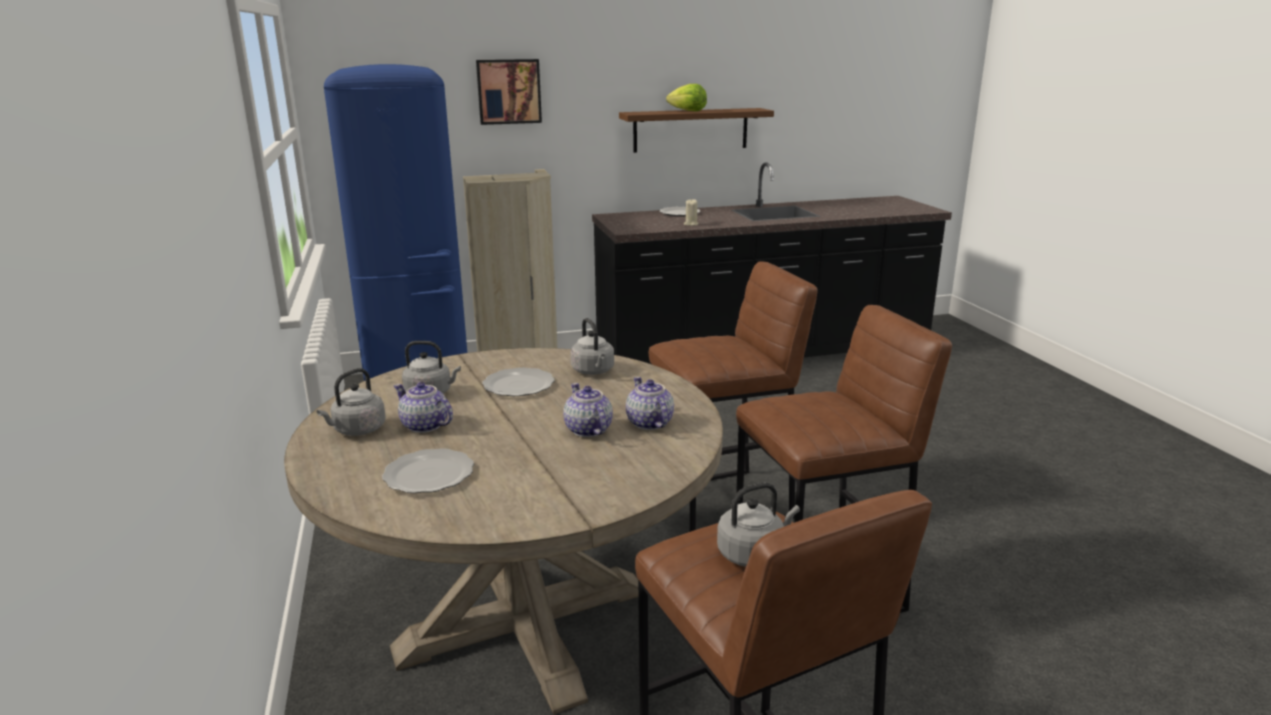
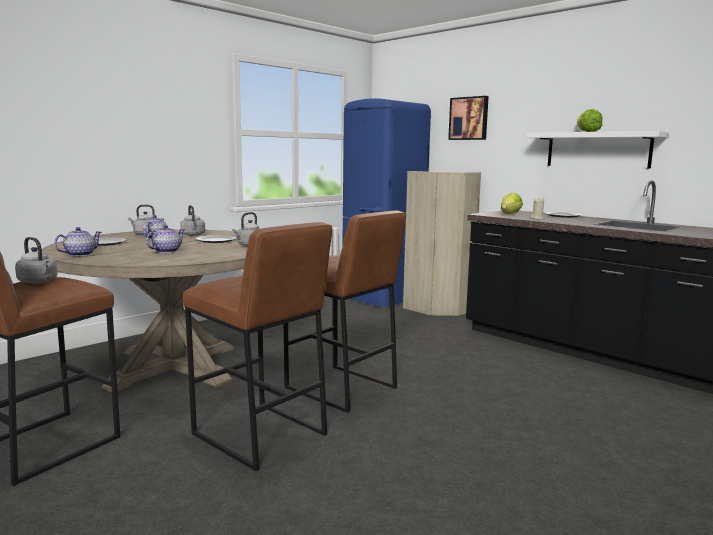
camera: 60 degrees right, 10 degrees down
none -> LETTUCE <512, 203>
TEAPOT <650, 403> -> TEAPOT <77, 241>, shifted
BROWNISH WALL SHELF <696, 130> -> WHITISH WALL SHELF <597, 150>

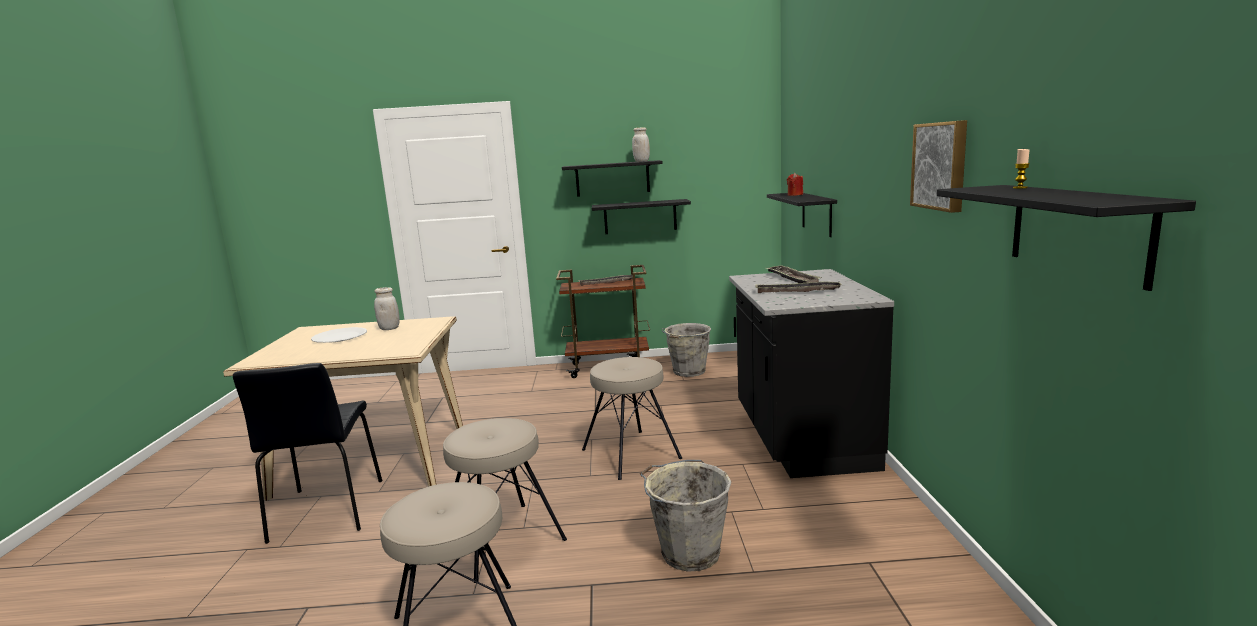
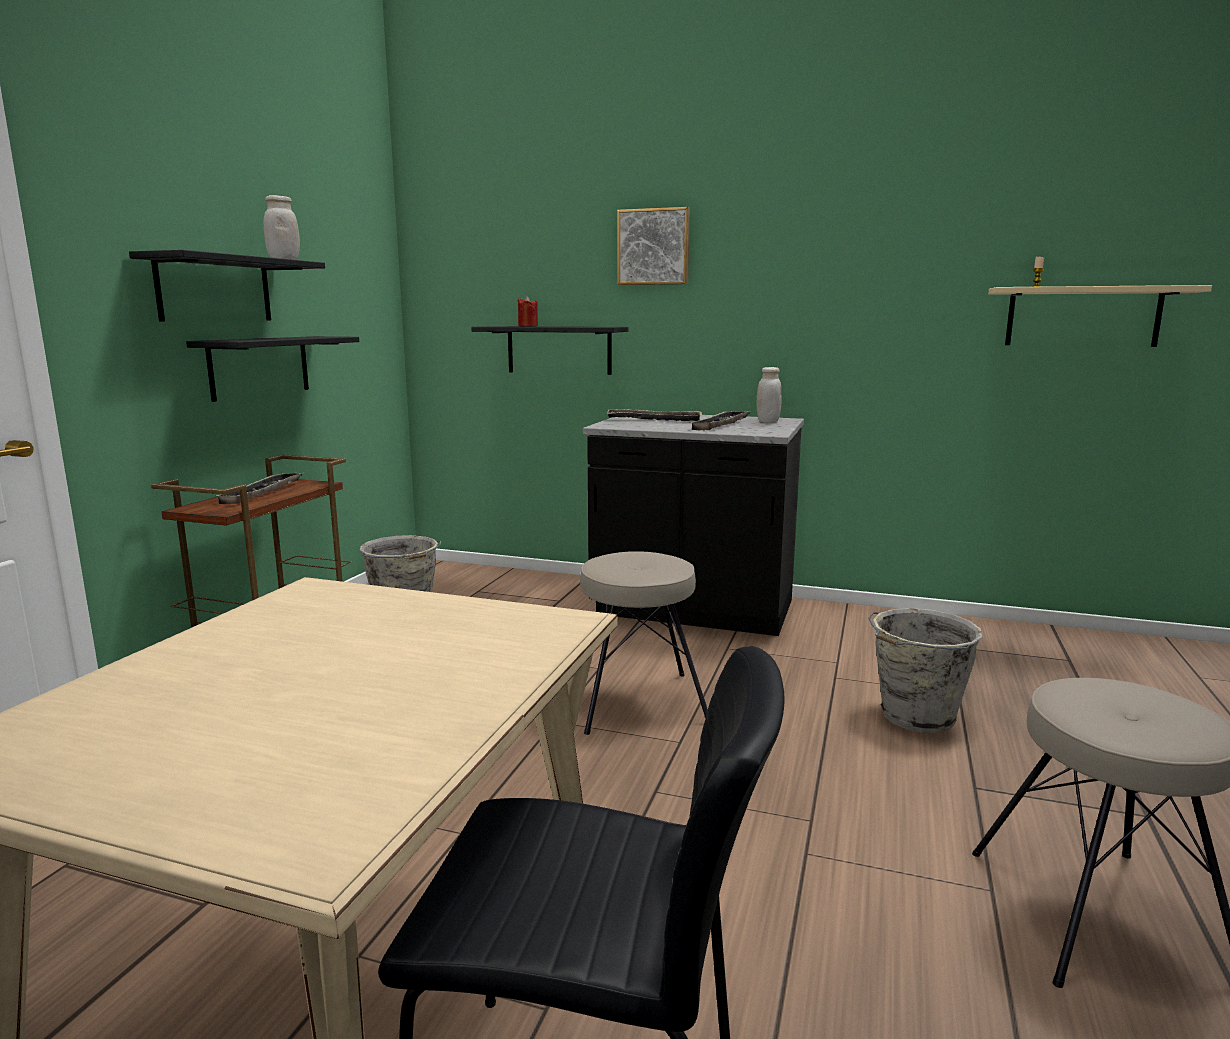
camera: 70 degrees left, 0 degrees up
WHITISH DINNER PLATE <339, 335> -> none
BEIGE STOOL SEAT <505, 500> -> none
WHITISH JAR <387, 308> -> WHITISH JAR <769, 395>, shifted
WALL PICTURE <938, 166> -> WALL PICTURE <653, 246>, shifted
BLACK WALL SHELF <1066, 238> -> BEIGE WALL SHELF <1100, 316>

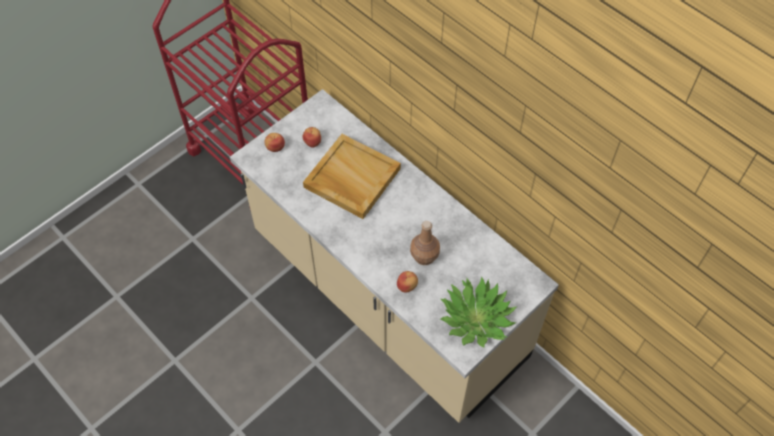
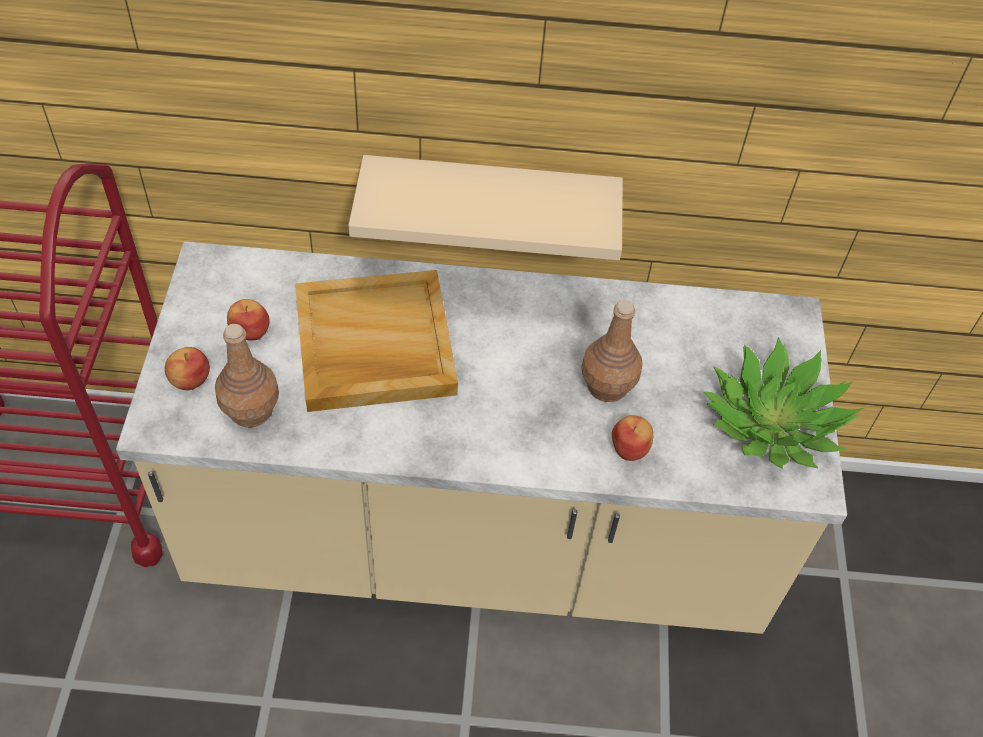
camera: 45 degrees left, 5 degrees down
none -> BROWNISH DRINK BOTTLE <247, 376>
none -> BEIGE WALL SHELF <485, 207>

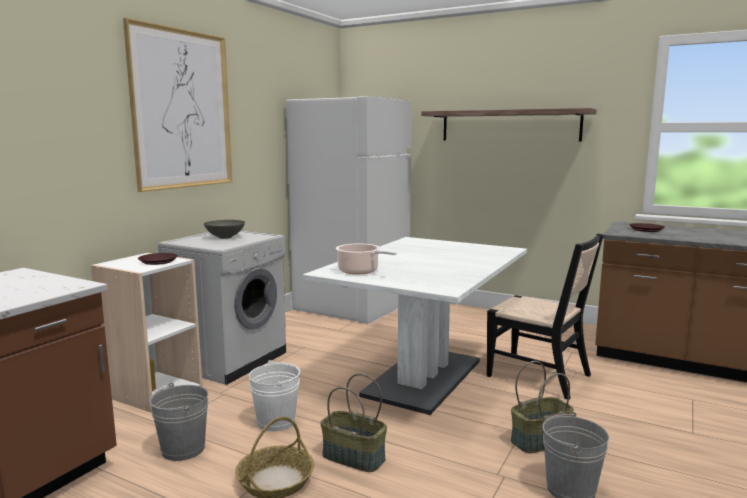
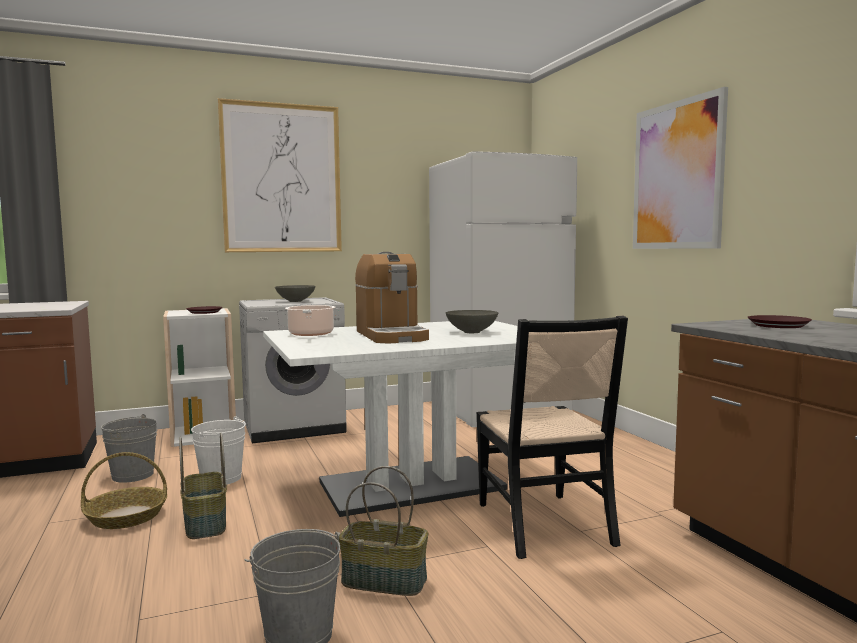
camera: 40 degrees right, 5 degrees down
none -> COFFEE BREWER <392, 298>
none -> GRAY BOWL <472, 321>
WALL SHELF <508, 124> -> WALL PICTURE <680, 168>

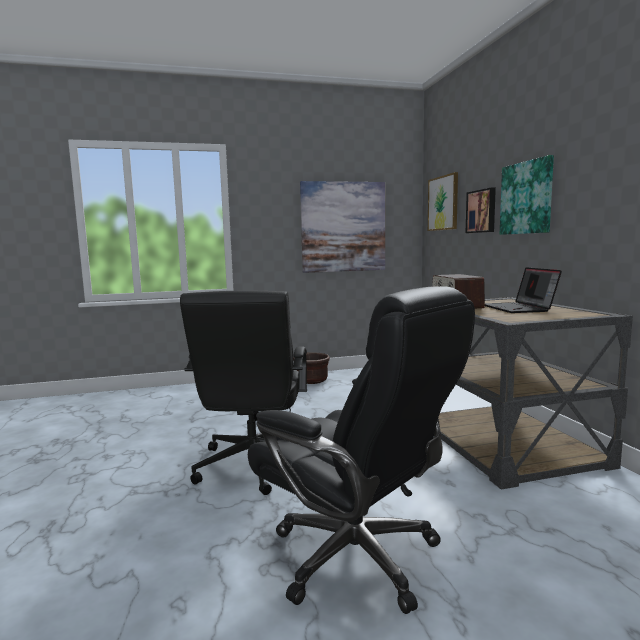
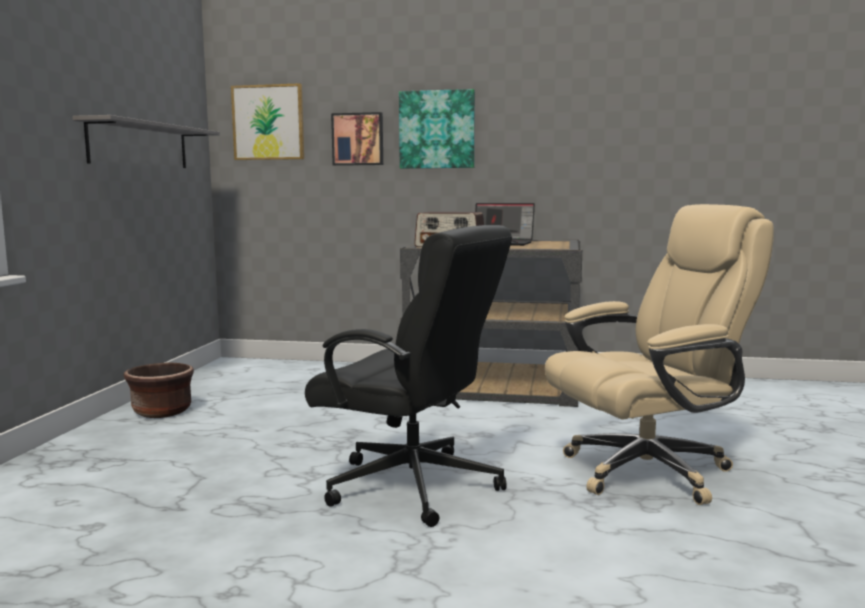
camera: 65 degrees left, 0 degrees up
WALL PICTURE <342, 227> -> GRAY WALL SHELF <146, 141>
BLACK COMPUTER CHAIR <361, 450> -> BEIGE COMPUTER CHAIR <659, 354>

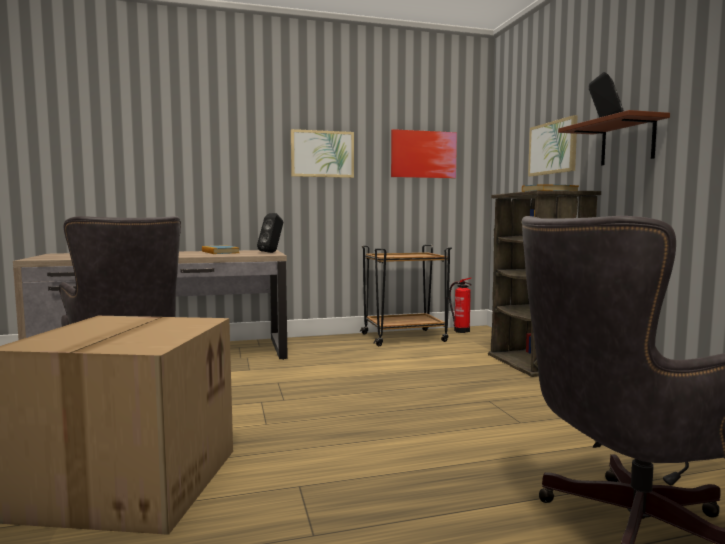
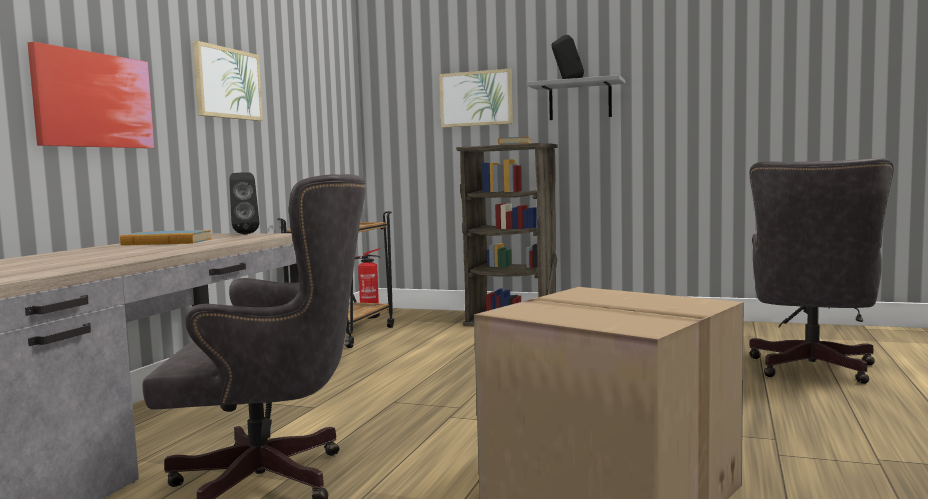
camera: 55 degrees left, 0 degrees up
WALL PICTURE <424, 153> -> WALL PICTURE <91, 95>, shifted
BROWNISH WALL SHELF <614, 138> -> GRAY WALL SHELF <576, 97>

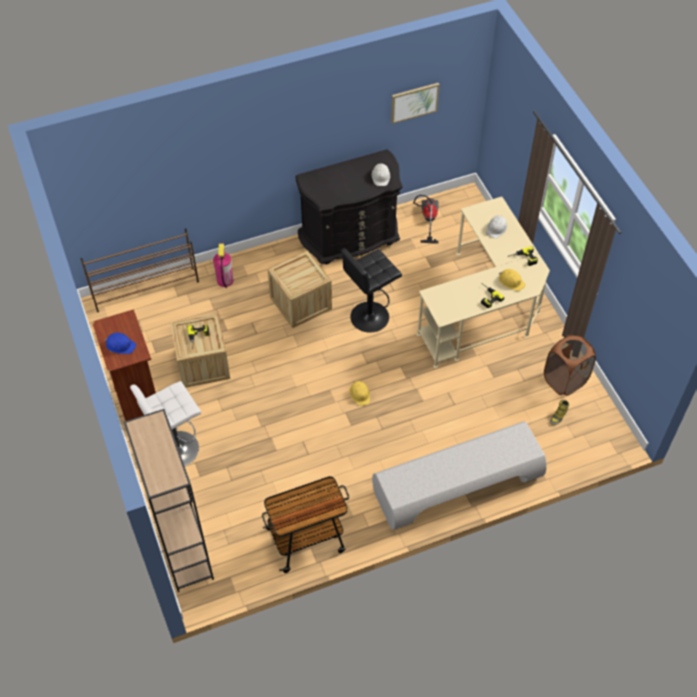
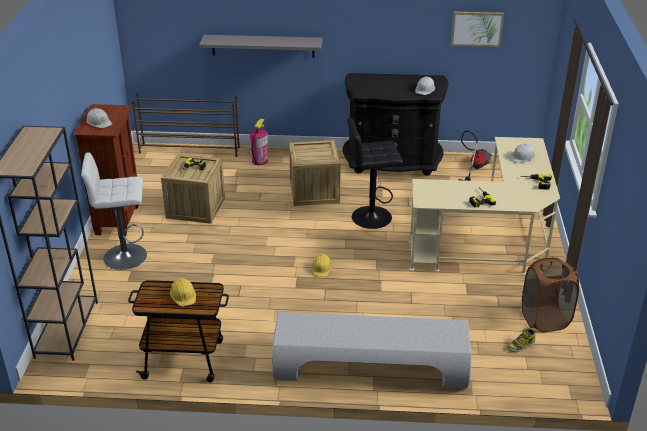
camera: 25 degrees right, 20 degrees down
none -> GRAY WALL SHELF <260, 46>
YELLOW-COLOURED HARD HAT <512, 280> -> YELLOW-COLOURED HARD HAT <183, 292>, shifted
BLUE HARD HAT <120, 343> -> WHITISH HARD HAT <99, 118>

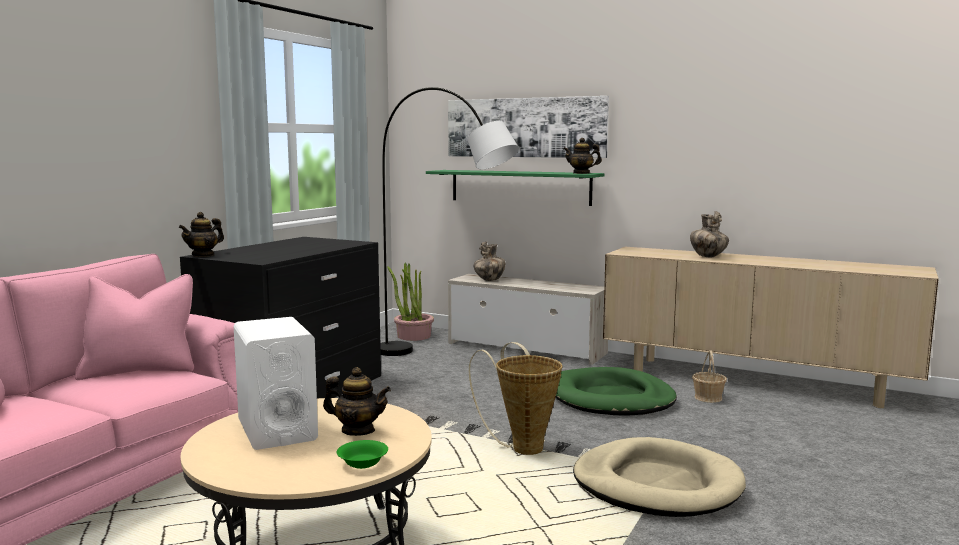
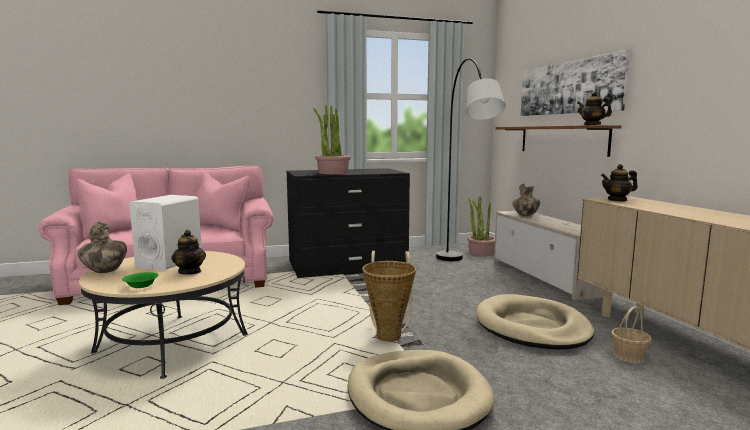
camera: 45 degrees right, 0 degrees up
none -> POTTED PLANT <332, 139>
TEAPOT <201, 234> -> TEAPOT <619, 182>, shifted
FLOWER VASE <709, 234> -> FLOWER VASE <102, 247>, shifted
GREEN-COLOURED WALL SHELF <515, 188> -> BROWNISH WALL SHELF <558, 141>
GREEN-COLOURED DOG CUSHION <616, 391> -> BEIGE DOG CUSHION <535, 321>

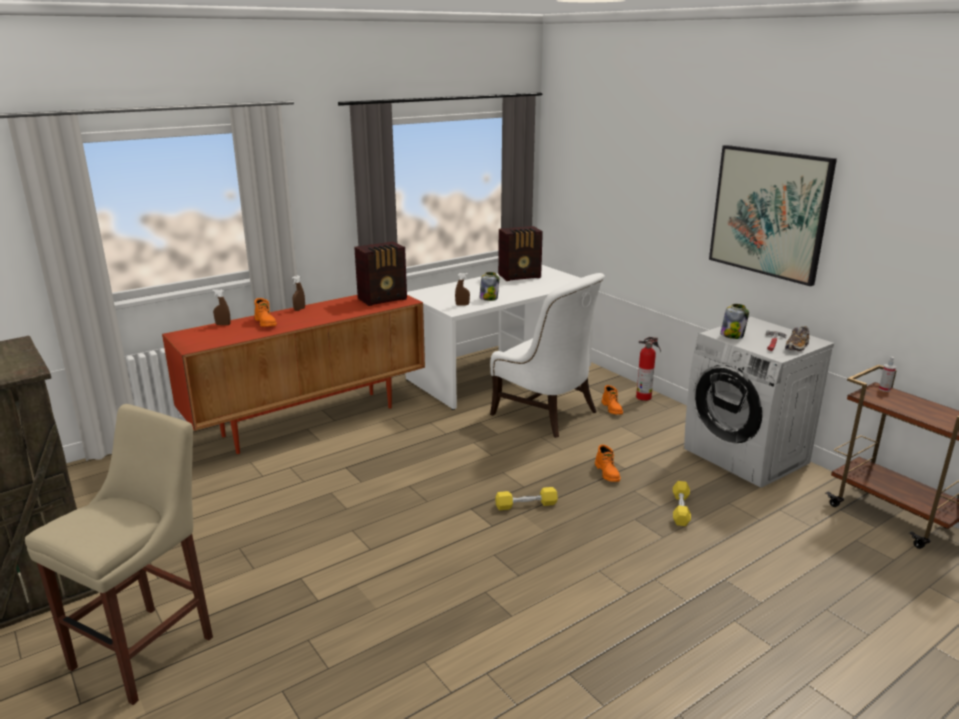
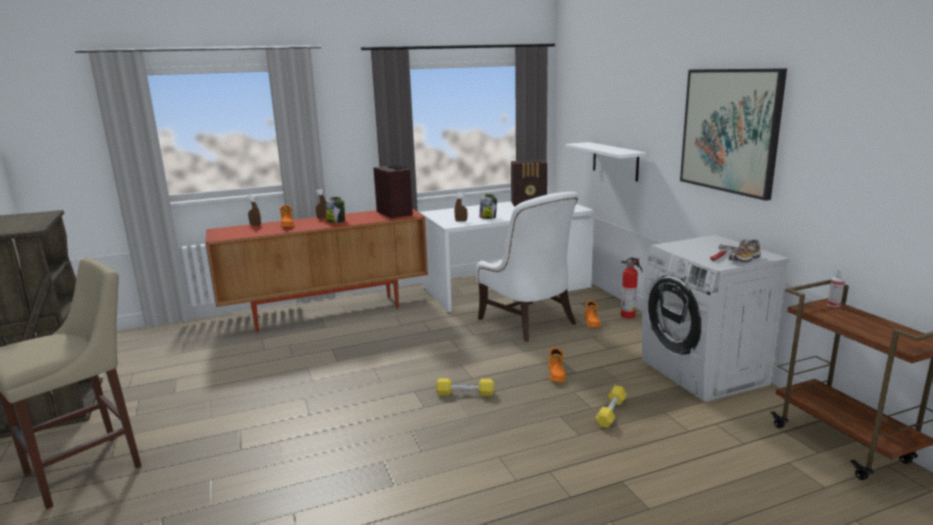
camera: 15 degrees right, 5 degrees down
none -> WHITISH WALL SHELF <606, 161>
JAR <734, 321> -> JAR <335, 210>, shifted
RADIO <380, 273> -> RADIO <393, 192>, 105 degrees counterclockwise

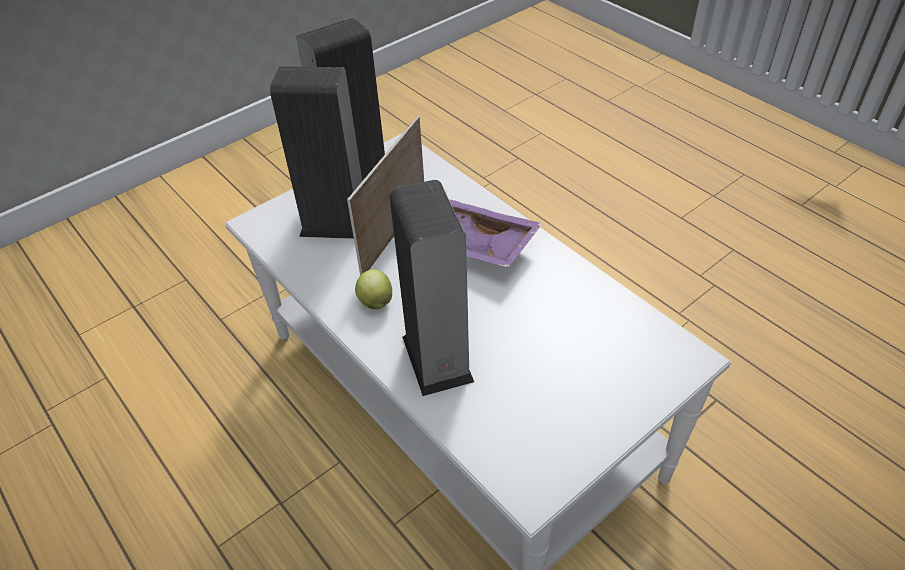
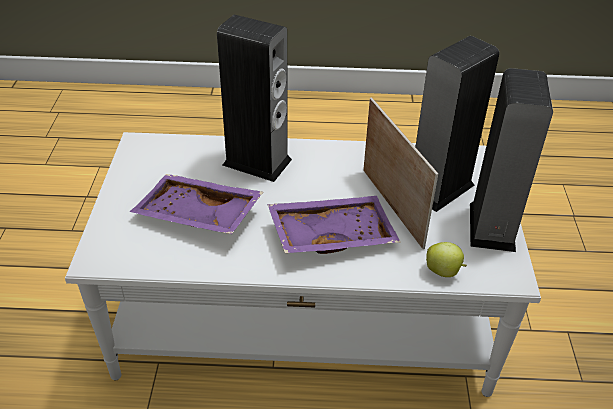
camera: 130 degrees right, 5 degrees down
none -> PURPLISH TRAY <196, 204>
WHOLE APPLE <373, 289> -> WHOLE APPLE <446, 259>, shifted

